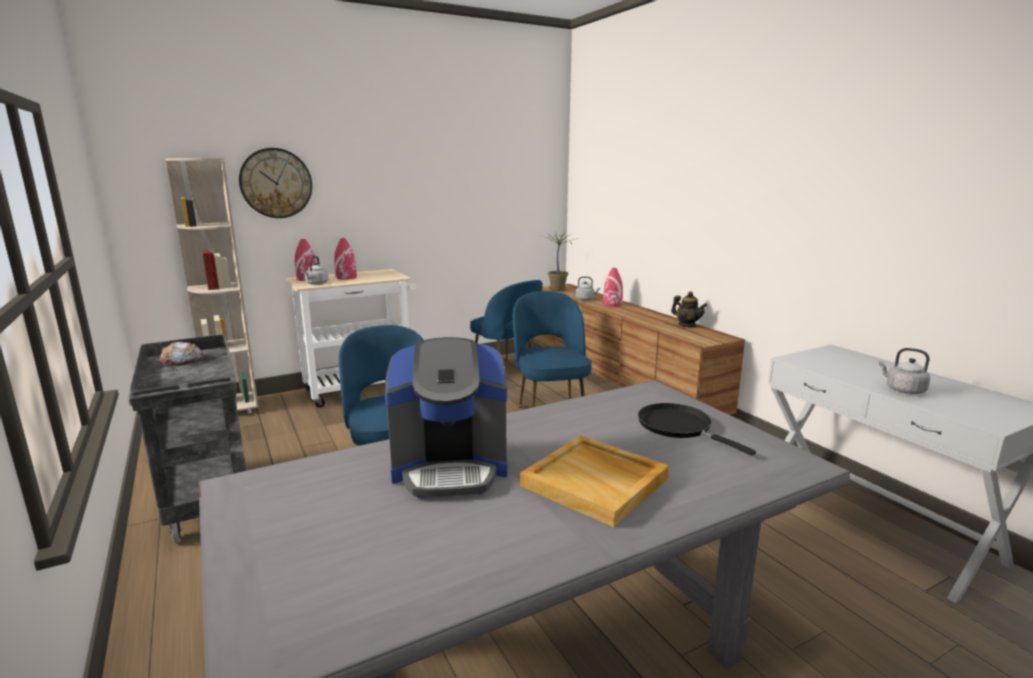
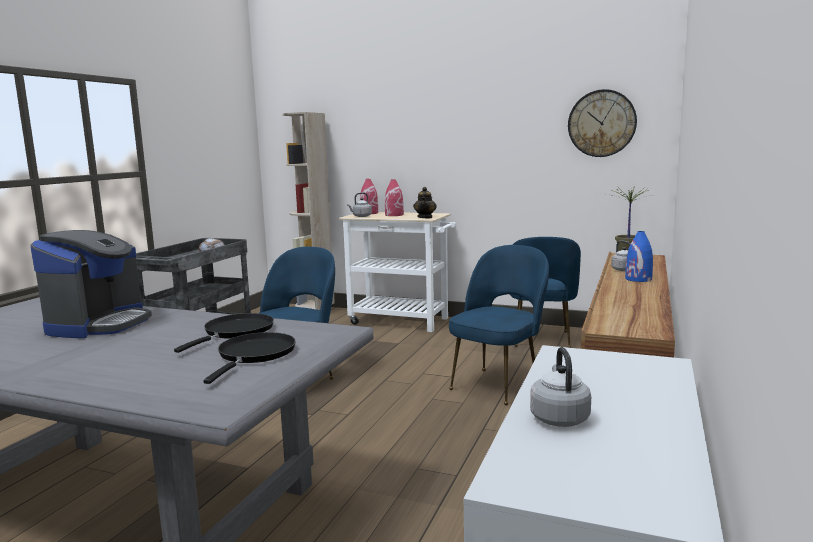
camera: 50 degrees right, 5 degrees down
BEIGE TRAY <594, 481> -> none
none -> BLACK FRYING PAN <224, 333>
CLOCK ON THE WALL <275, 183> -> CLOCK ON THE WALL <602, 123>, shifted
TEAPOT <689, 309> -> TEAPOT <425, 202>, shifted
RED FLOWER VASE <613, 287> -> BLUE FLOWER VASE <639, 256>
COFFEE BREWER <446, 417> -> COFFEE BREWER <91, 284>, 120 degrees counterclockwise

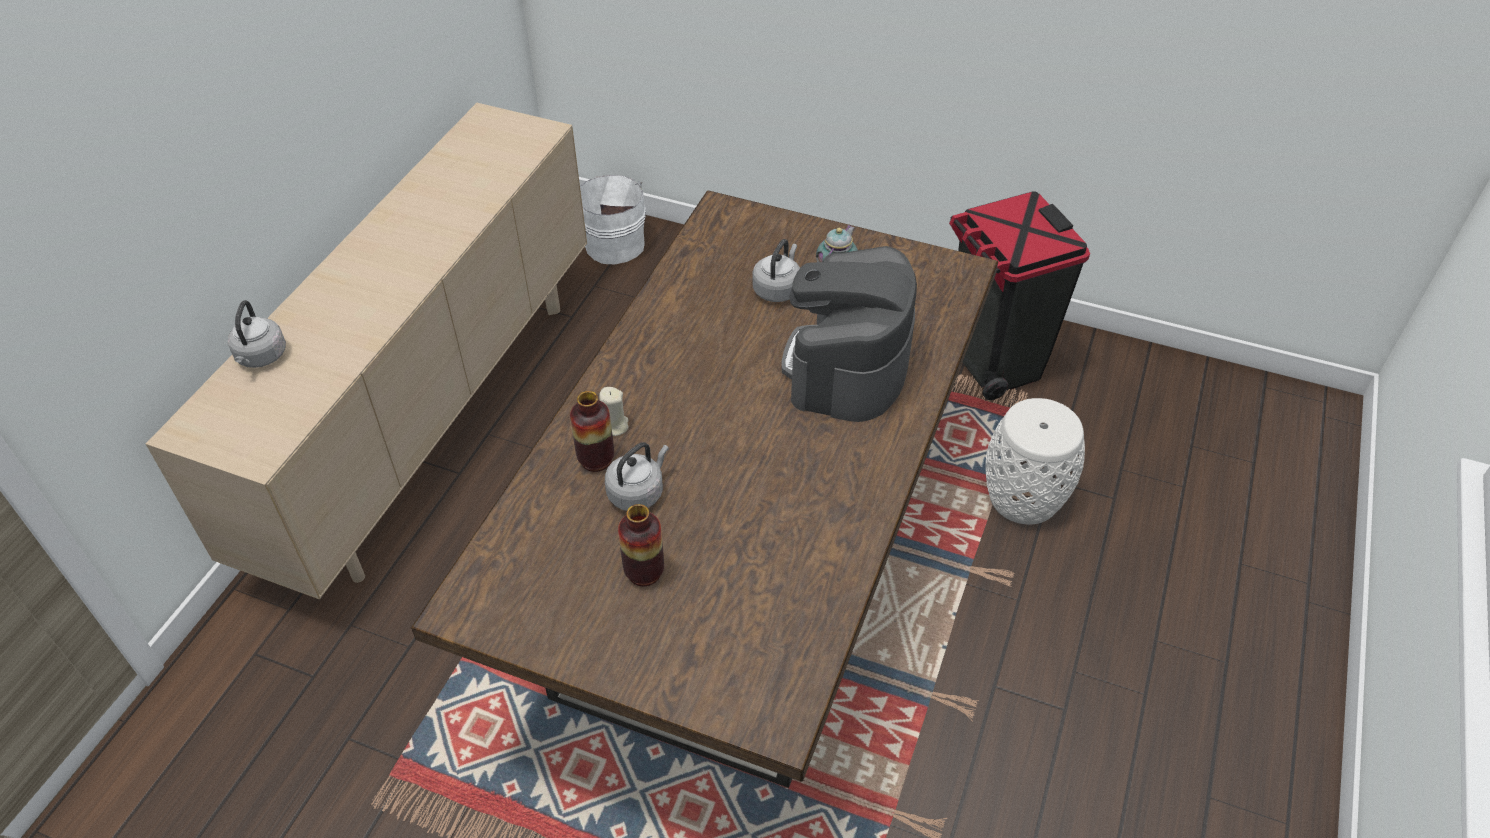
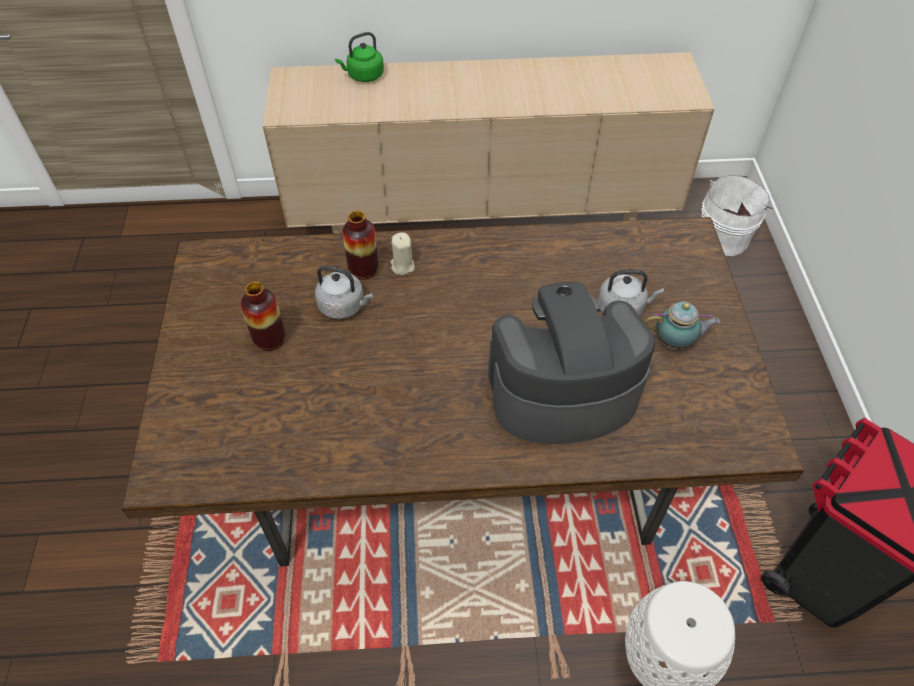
camera: 65 degrees right, 5 degrees up
GRAY WATER KETTLE <257, 334> -> GREEN-COLOURED WATER KETTLE <359, 57>

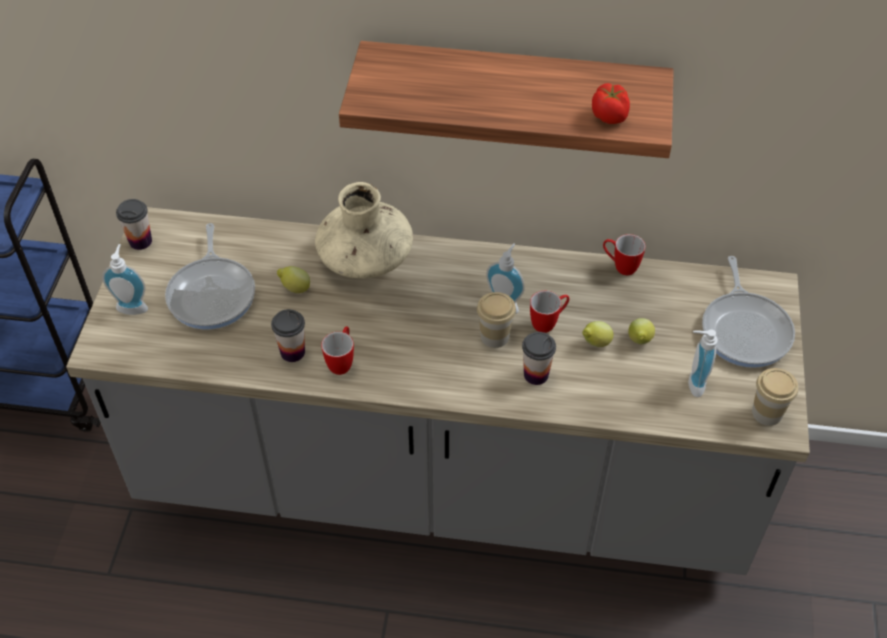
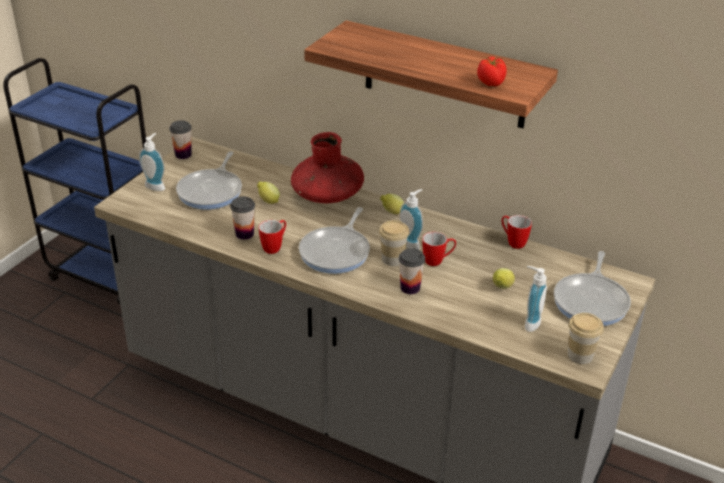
camera: 20 degrees right, 15 degrees down
none -> FRYING PAN <334, 240>
LEMON <597, 334> -> LEMON <392, 204>, shifted
BEIGE FLOWER VASE <364, 230> -> RED FLOWER VASE <327, 167>

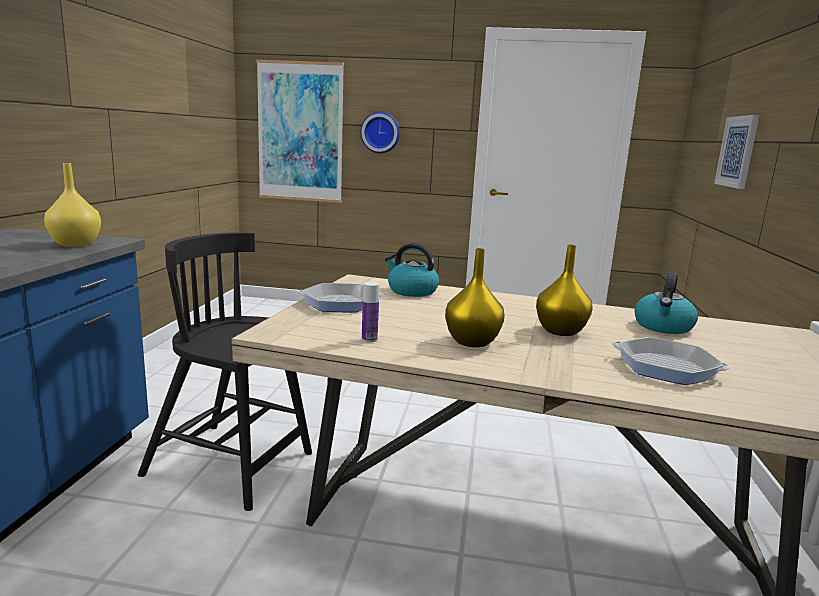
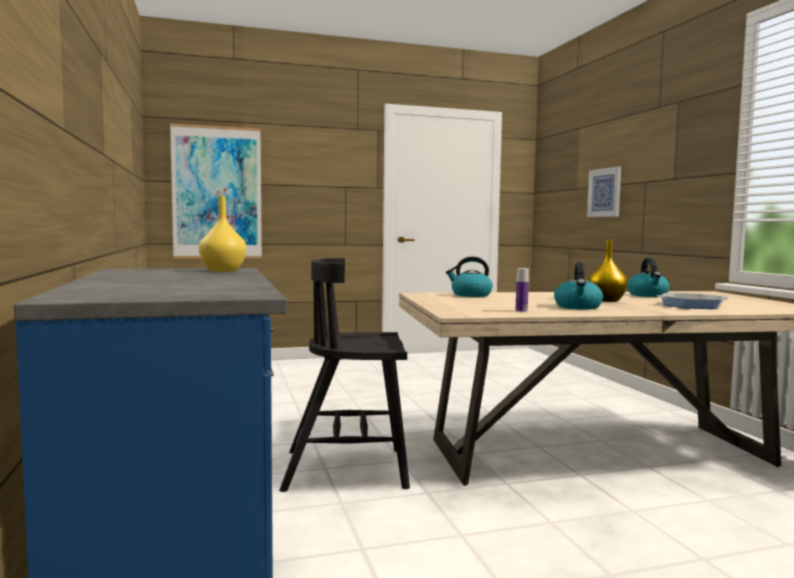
camera: 25 degrees left, 10 degrees down
FRYING PAN <340, 297> -> none
CLOCK ON THE WALL <380, 133> -> none
YELLOW-COLOURED FLOWER VASE <475, 297> -> WATER KETTLE <578, 286>

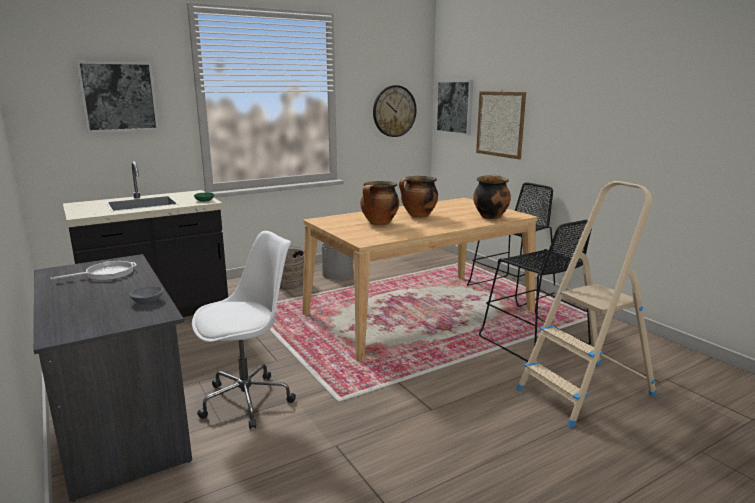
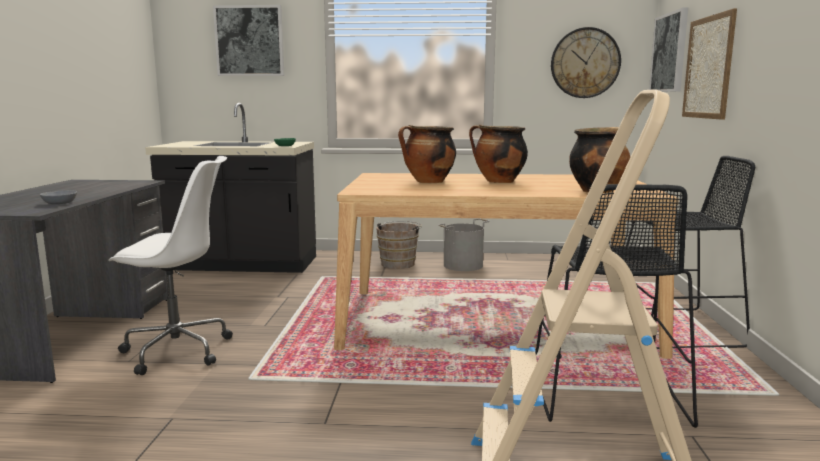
camera: 35 degrees right, 5 degrees down
FRYING PAN <93, 270> -> none

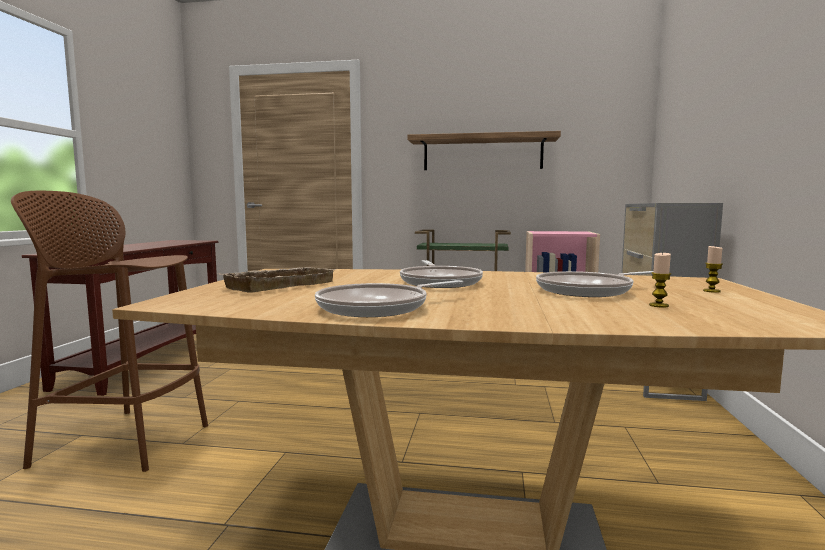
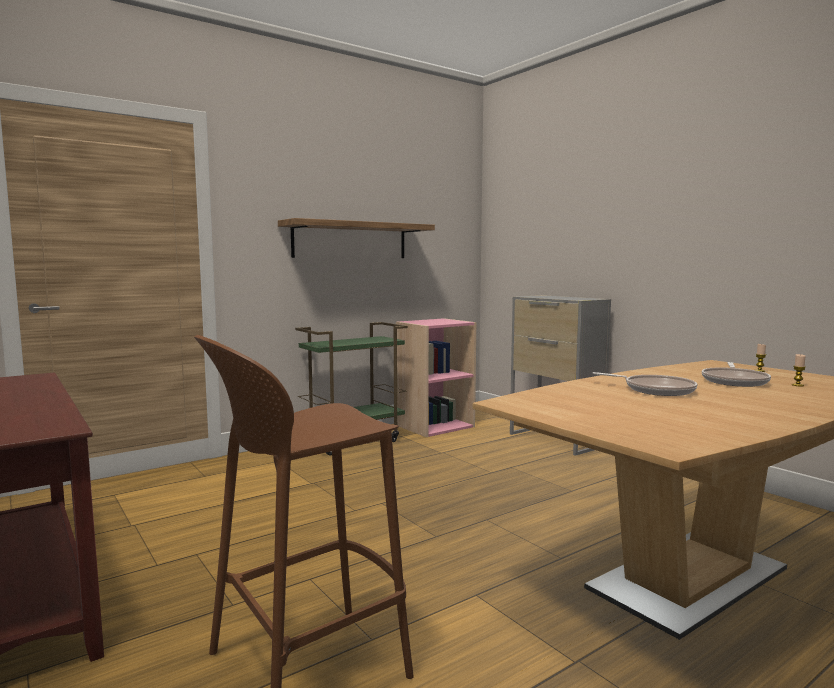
camera: 45 degrees left, 0 degrees up
BEIGE TRAY <278, 280> -> none
FRYING PAN <389, 298> -> none

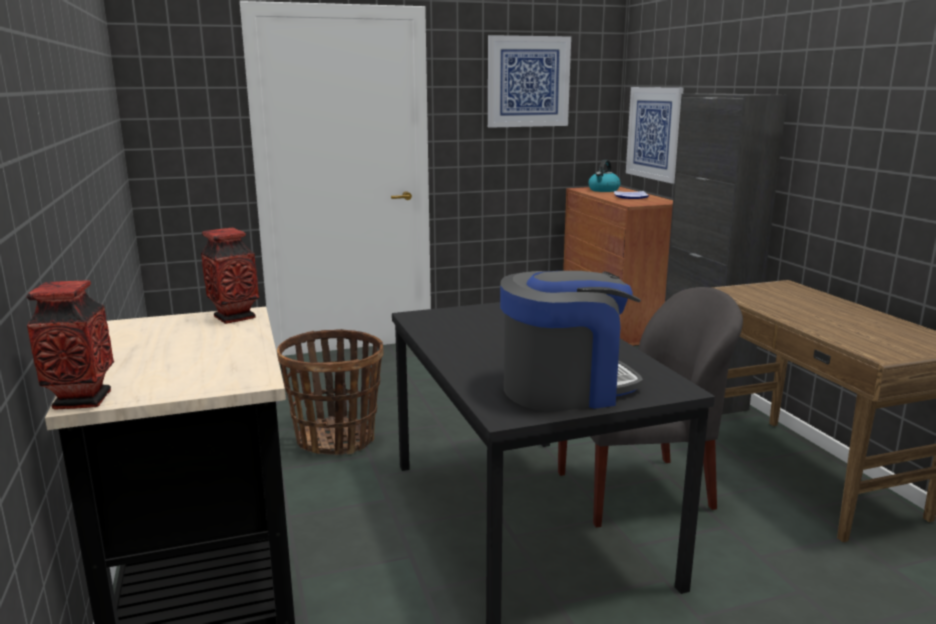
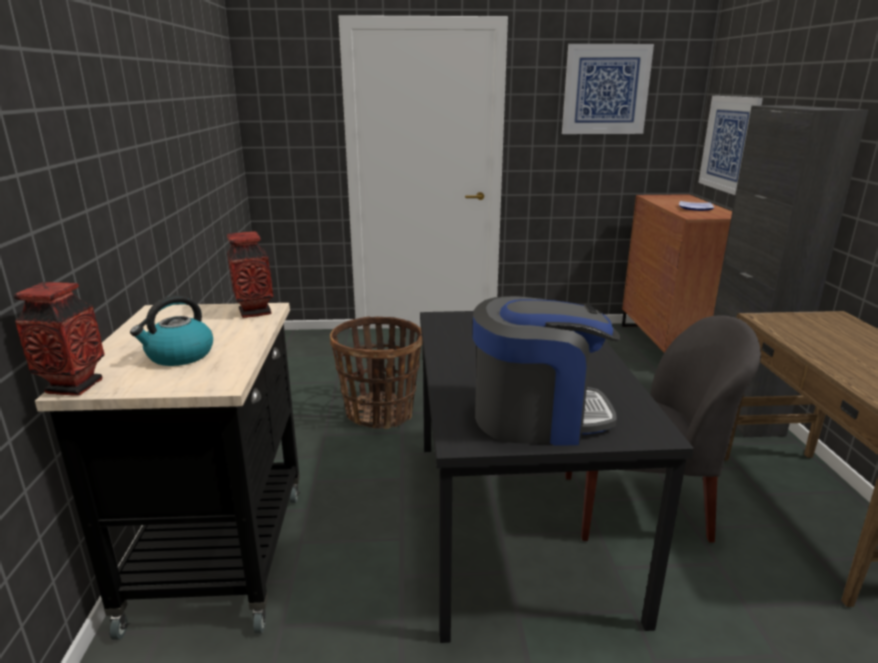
camera: 15 degrees right, 5 degrees up
WATER KETTLE <604, 176> -> WATER KETTLE <171, 330>, shifted

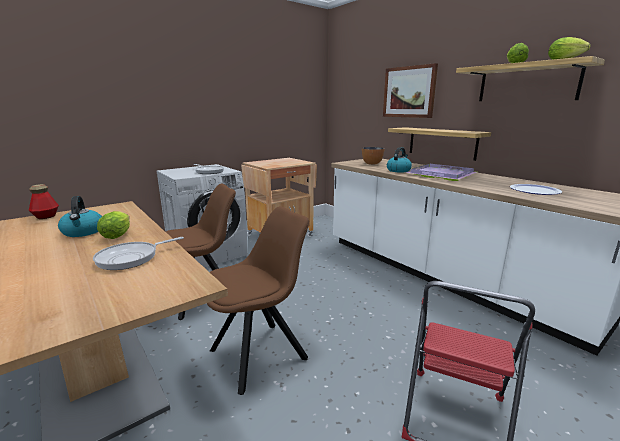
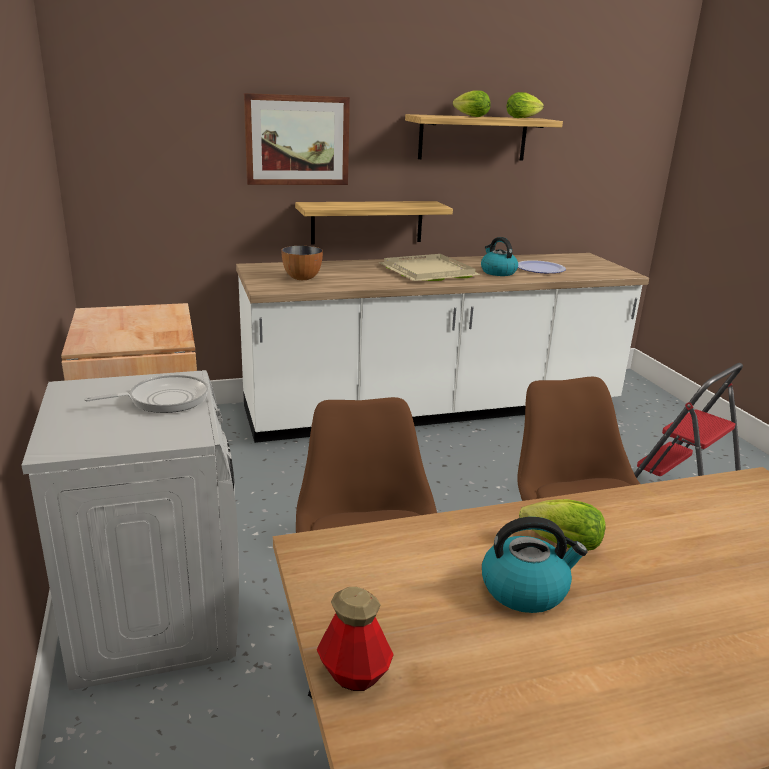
camera: 70 degrees left, 5 degrees up
FRYING PAN <138, 253> -> none
WATER KETTLE <399, 160> -> WATER KETTLE <499, 256>, shifted
PURPLISH TRAY <441, 172> -> BEIGE TRAY <429, 267>

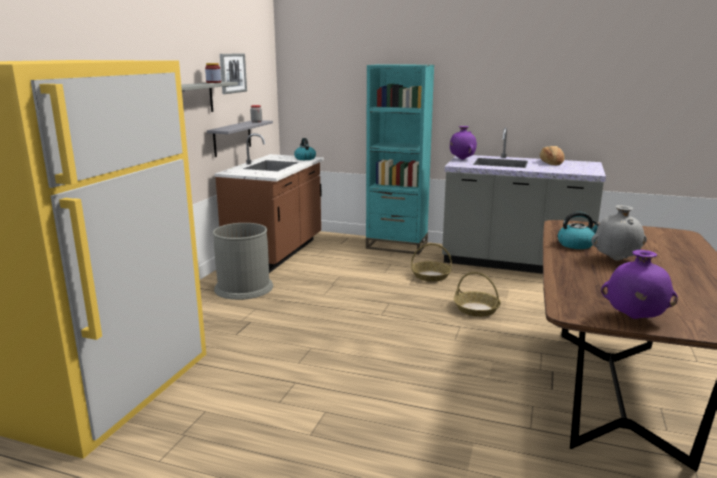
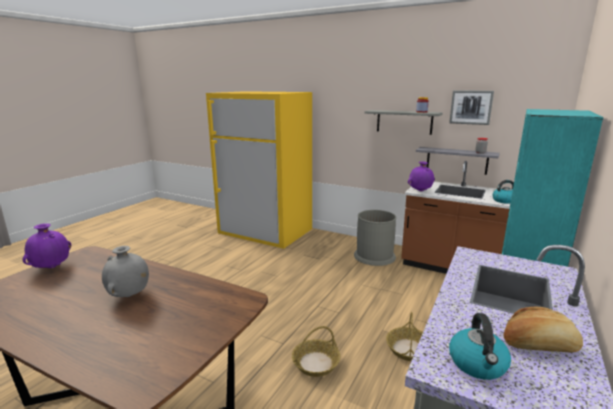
camera: 100 degrees right, 0 degrees up
PURPLISH FLOWER VASE <463, 143> -> PURPLISH FLOWER VASE <421, 176>, shifted
WATER KETTLE <578, 230> -> WATER KETTLE <480, 346>, shifted

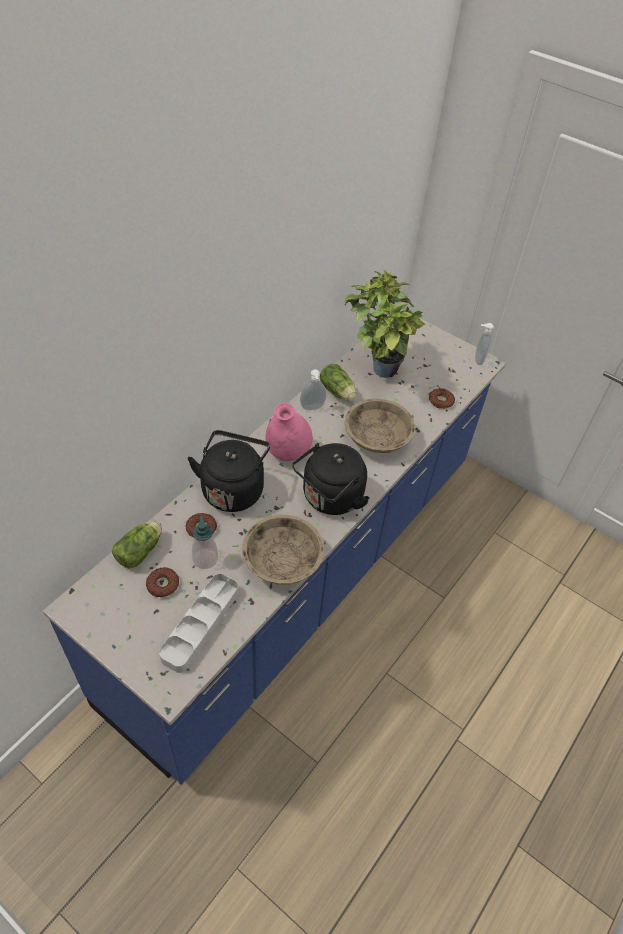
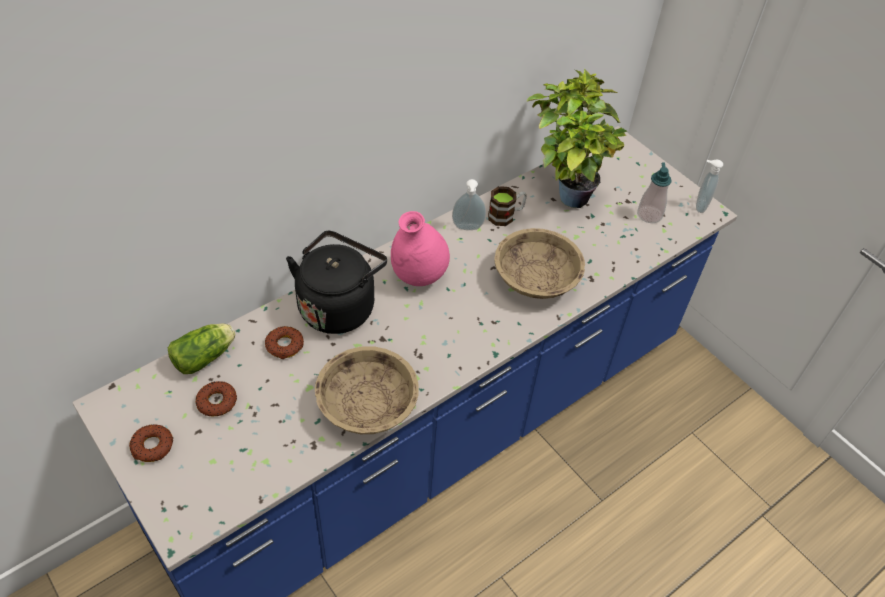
camera: 15 degrees right, 0 degrees up
GRAY TRAY <199, 623> -> none
BLACK WATER KETTLE <331, 479> -> none
SOAP BOTTLE <205, 542> -> SOAP BOTTLE <654, 192>, shifted
RING DOUGHNUT <442, 398> -> RING DOUGHNUT <151, 443>, shifted
LETTUCE <338, 383> -> MUG <507, 206>

